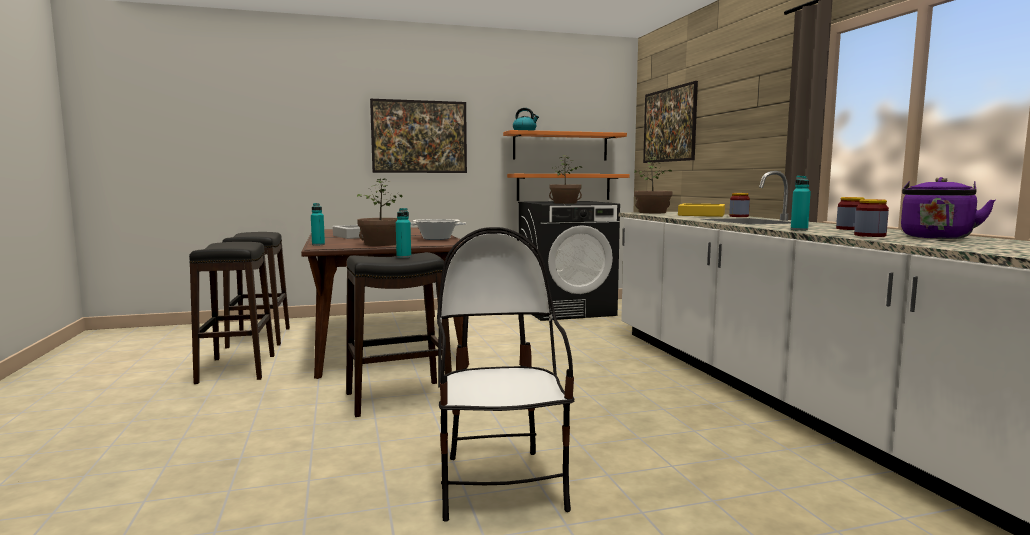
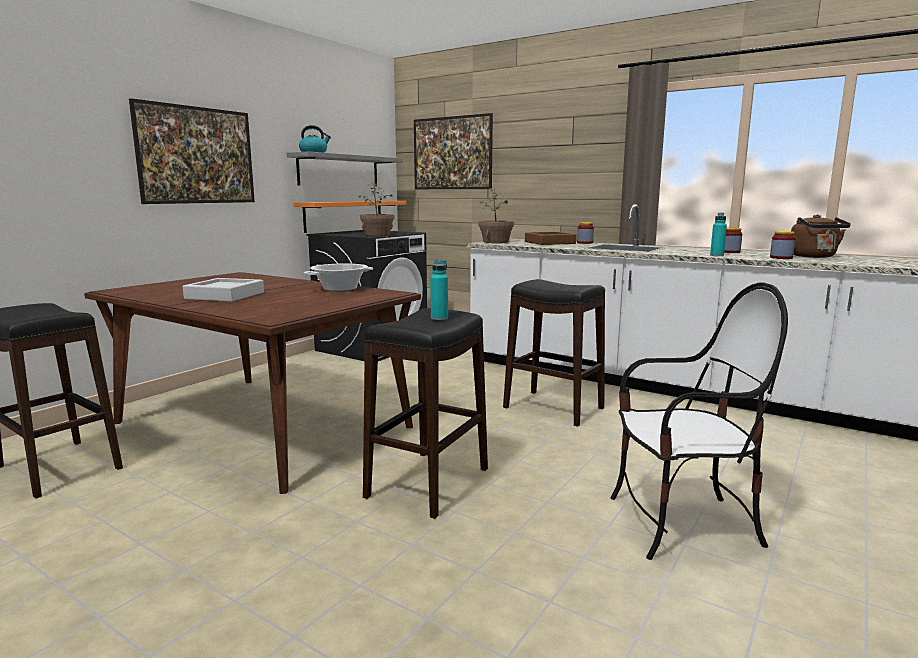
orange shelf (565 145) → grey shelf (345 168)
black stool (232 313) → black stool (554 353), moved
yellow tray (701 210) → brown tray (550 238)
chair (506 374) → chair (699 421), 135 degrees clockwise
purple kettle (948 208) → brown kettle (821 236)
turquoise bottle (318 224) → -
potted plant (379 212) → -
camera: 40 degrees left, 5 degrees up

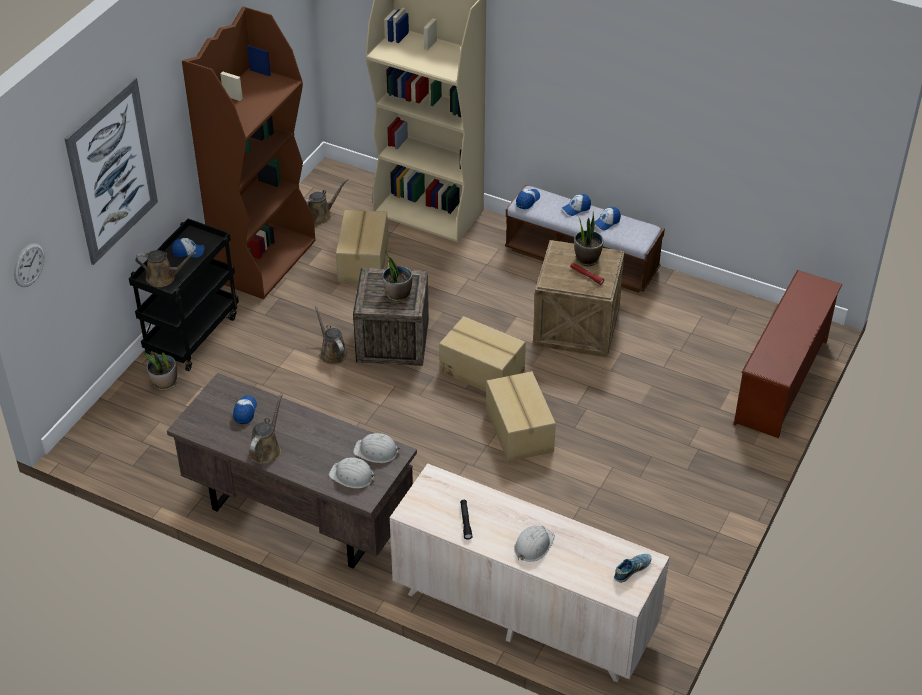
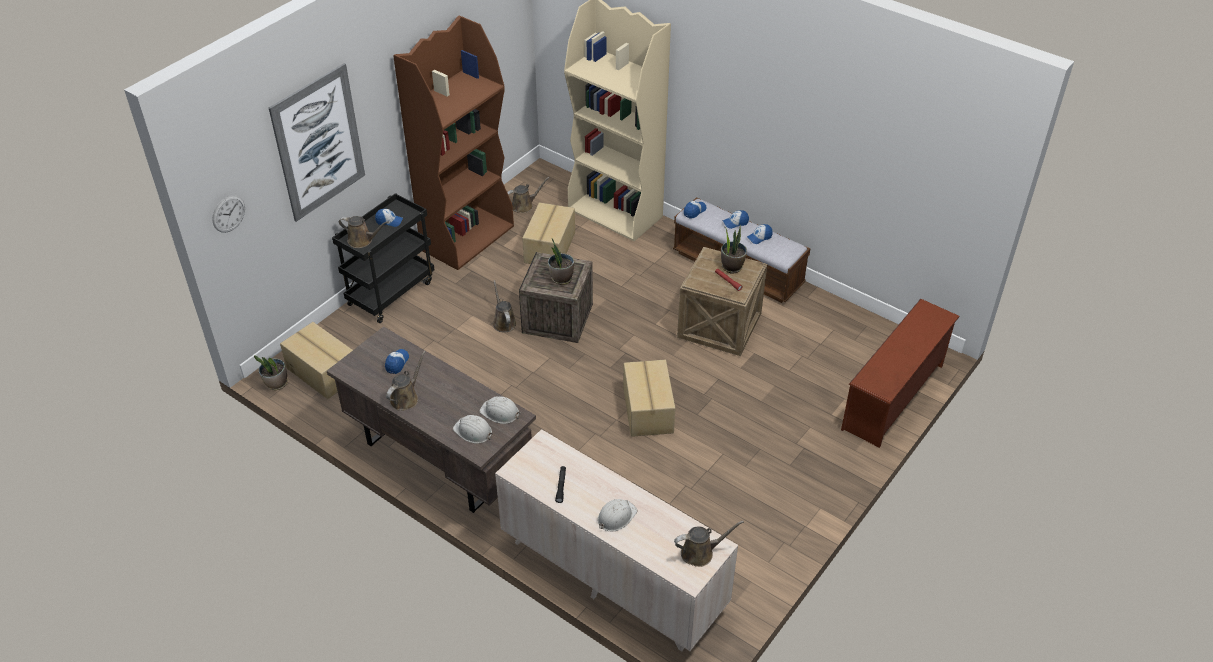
potted plant (160 371) → potted plant (271 372), moved
cardboard box (482 354) → cardboard box (316 360), moved
shoe (632 568) → brown watering can (709 544)
camera: 10 degrees right, 0 degrees up

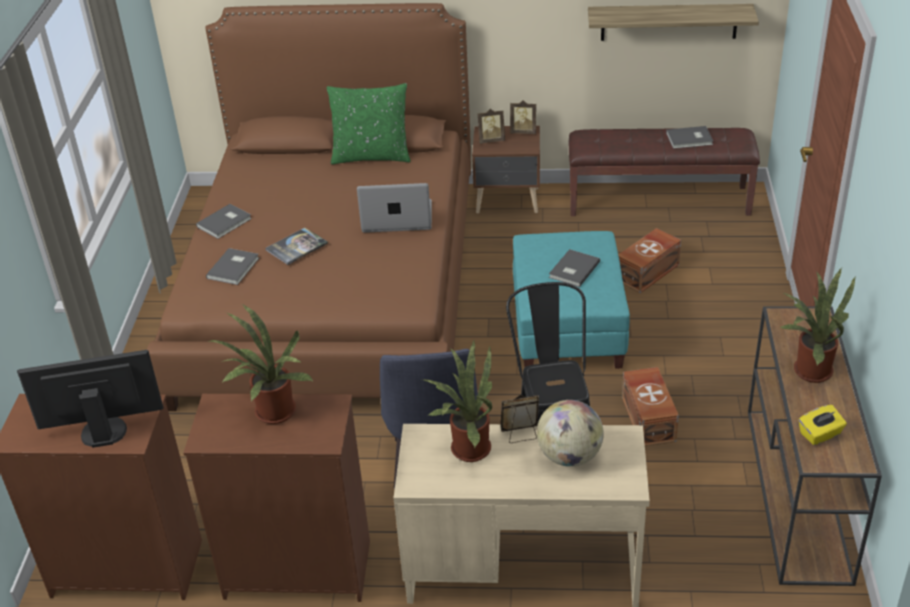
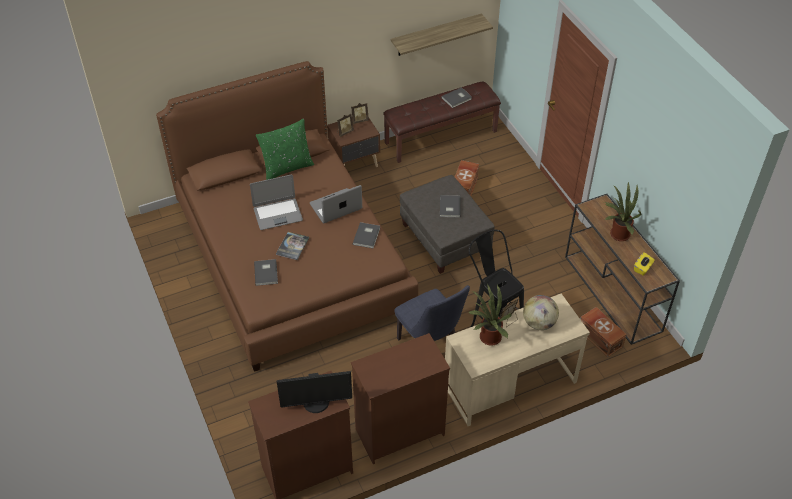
- → laptop (276 202)
monitor (90 399) → monitor (314 392), 150 degrees counterclockwise
grey book (224 221) → grey book (366 235), moved
turquoise ottoman (571 300) → grey ottoman (447 224)
brown storage box (650 406) → brown storage box (603 332), moved
potted plant (261 364) → -
camera: 30 degrees left, 10 degrees up

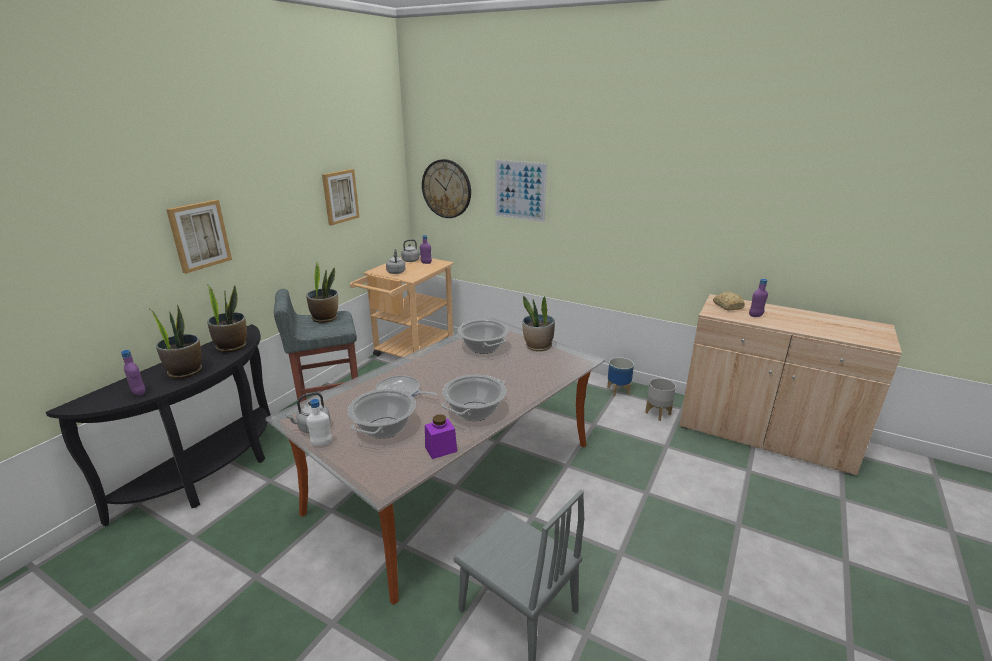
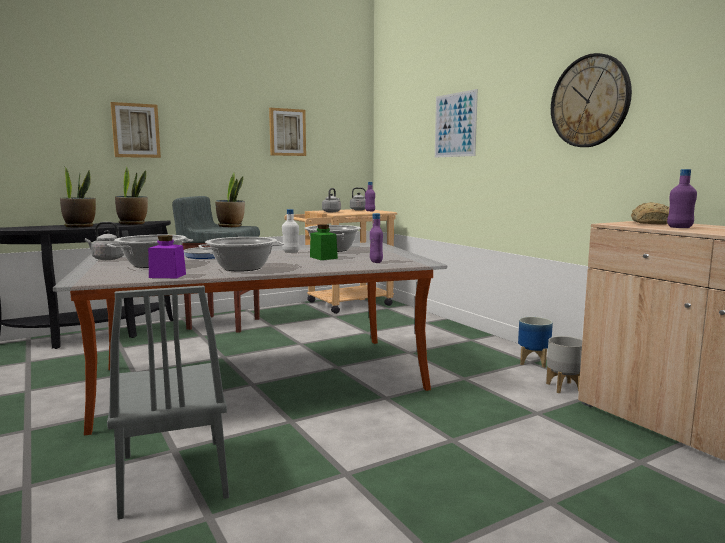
white bottle (319 423) → white bottle (290 231), moved
- → green jar (324 242)
purple bottle (133 373) → purple bottle (376 238), moved
wall clock (446 188) → wall clock (591 100), moved
potted plant (538 323) → -
camera: 30 degrees right, 15 degrees down

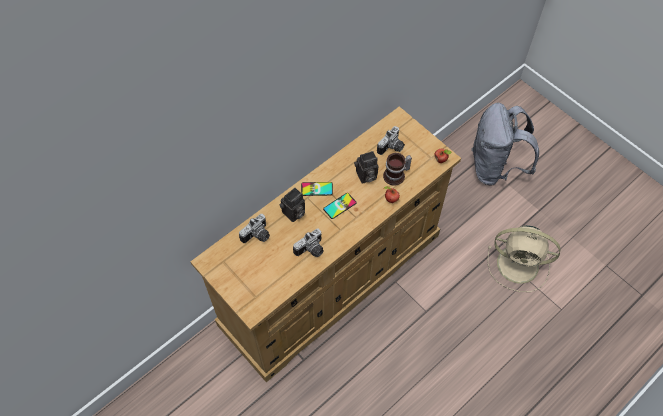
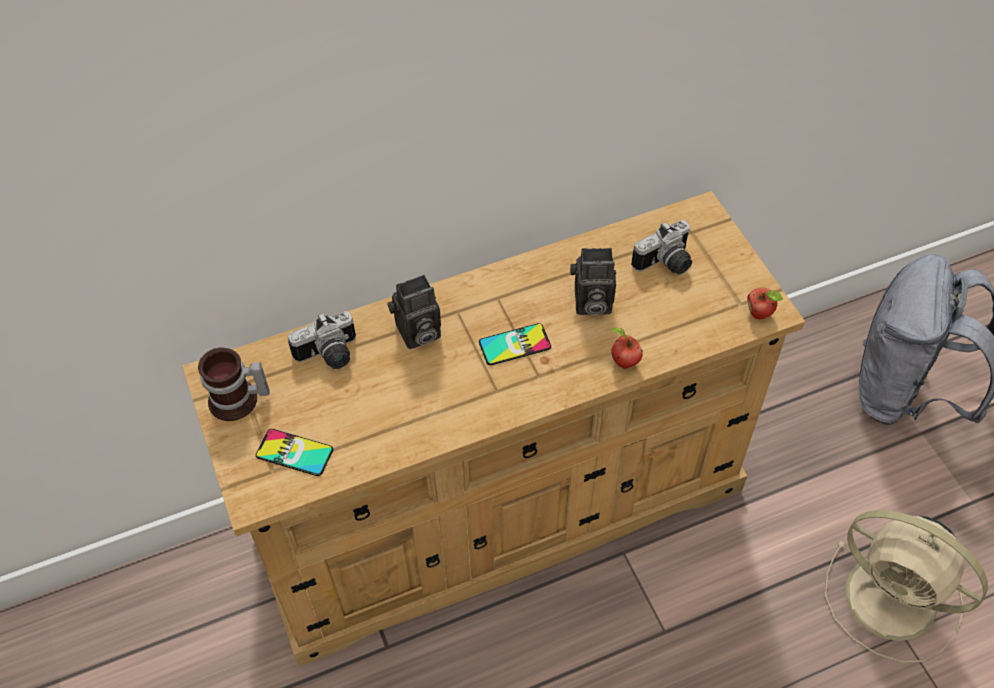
mug (397 169) → mug (234 384), moved
phone (317 189) → phone (294 452), moved
photo camera (308 242) → -
camera: 20 degrees right, 5 degrees down

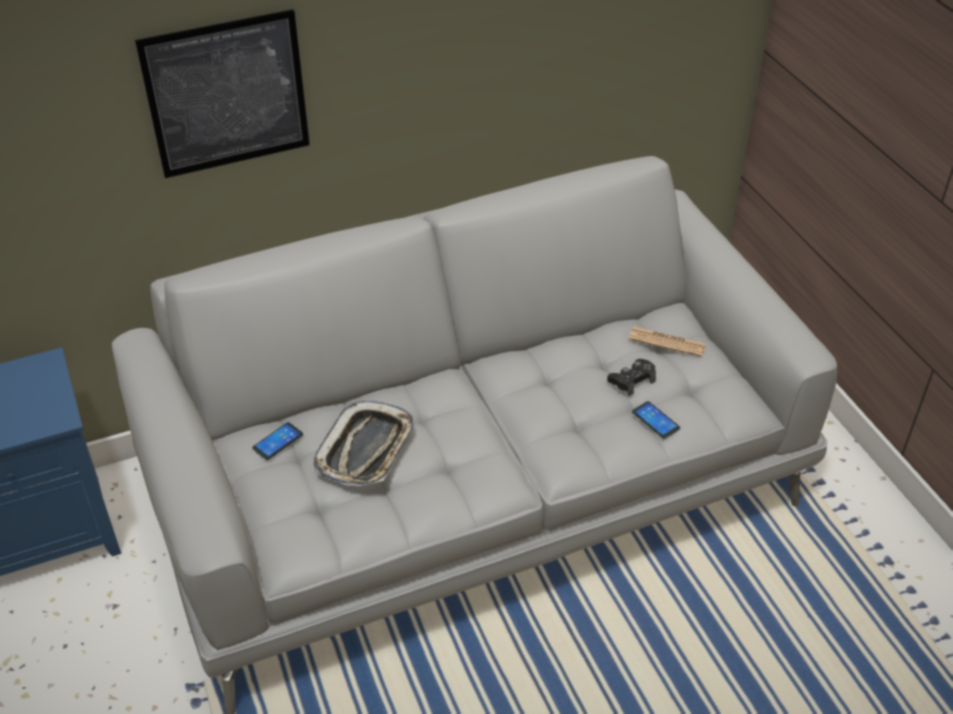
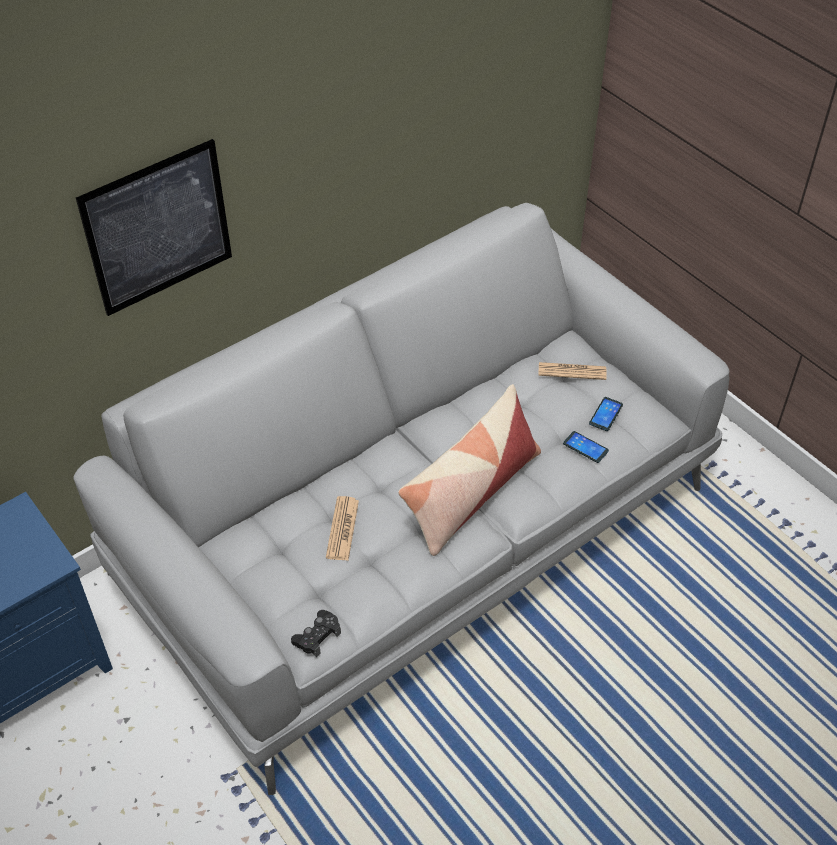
black game controller (631 377) → black game controller (316 633), moved
tray (364 443) → newspaper (342 528)
- → pillow (469 470)
phone (277 441) → phone (606 414), moved
camera: 15 degrees left, 5 degrees up

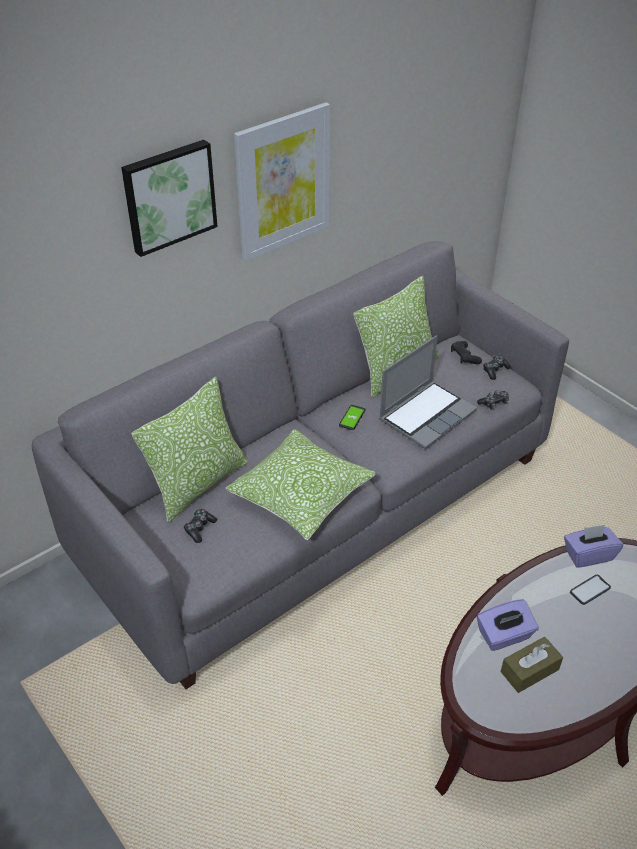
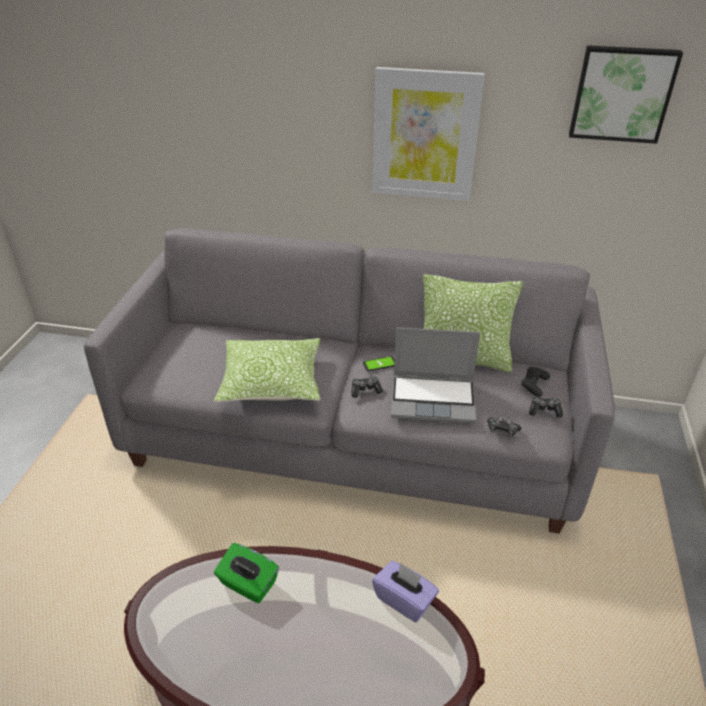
purple tissue box (507 625) → green tissue box (246 573)
game controller (200 526) → game controller (367 387), moved
picture (169 198) → picture (626 94), moved
pillow (189 450) → -
brown tissue box (532 665) → -
phone (590 590) → -
camera: 50 degrees right, 5 degrees down

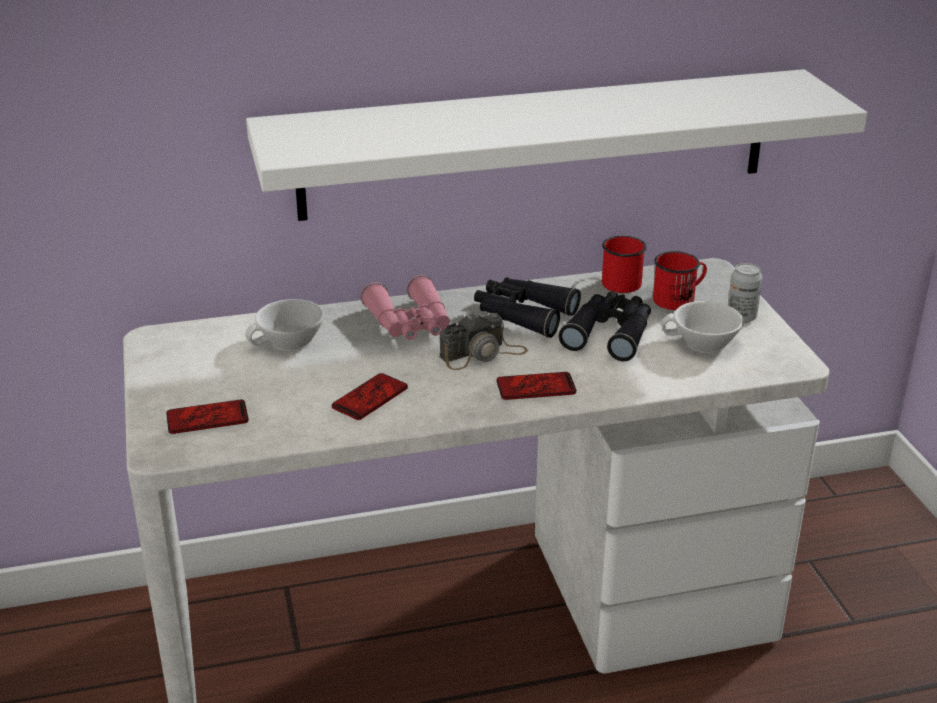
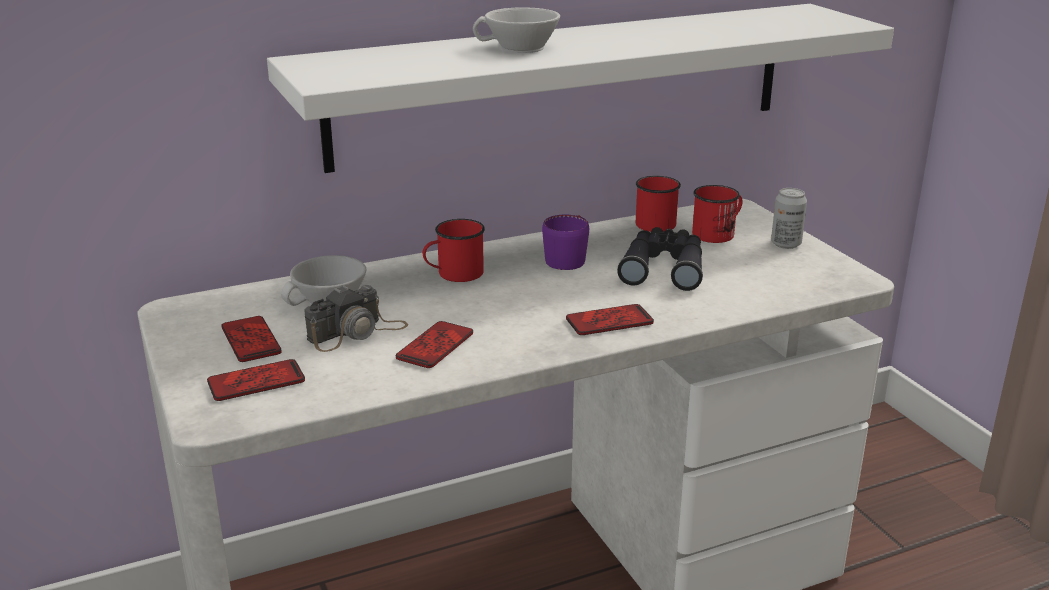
- → phone (251 339)
photo camera (484 341) → photo camera (356 318), moved
pink binoculars (405 307) → red mug (453 250)
white cup (703 327) → white cup (516 30), moved
black binoculars (527 307) → purple mug (565 242)
camera: 10 degrees left, 5 degrees down

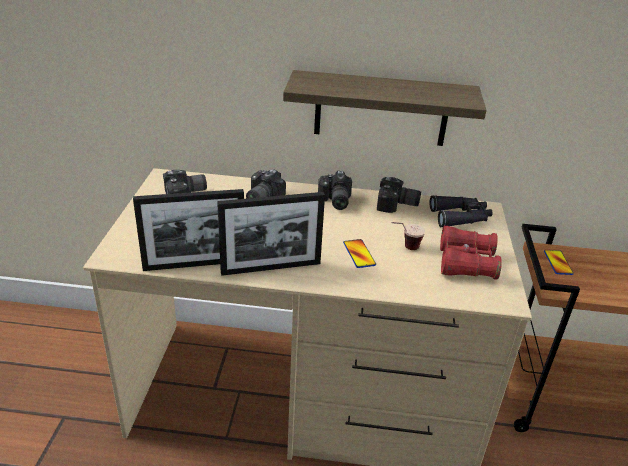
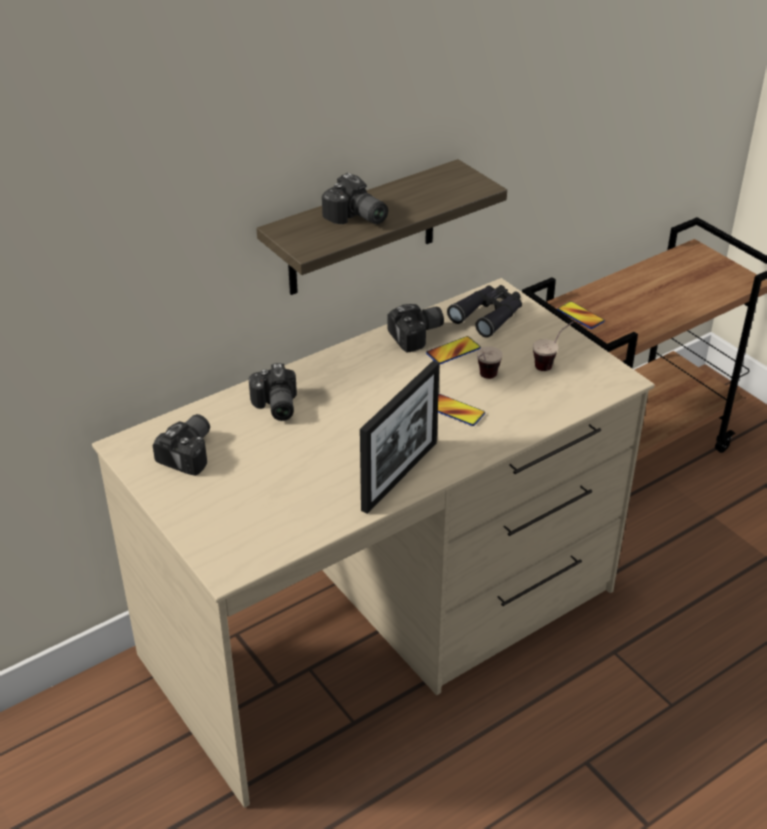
photo camera (335 190) → photo camera (355 198), moved
- → phone (453 350)
red binoculars (471 253) → cup (553 346)
picture frame (188 230) → -
camera: 40 degrees left, 5 degrees up

